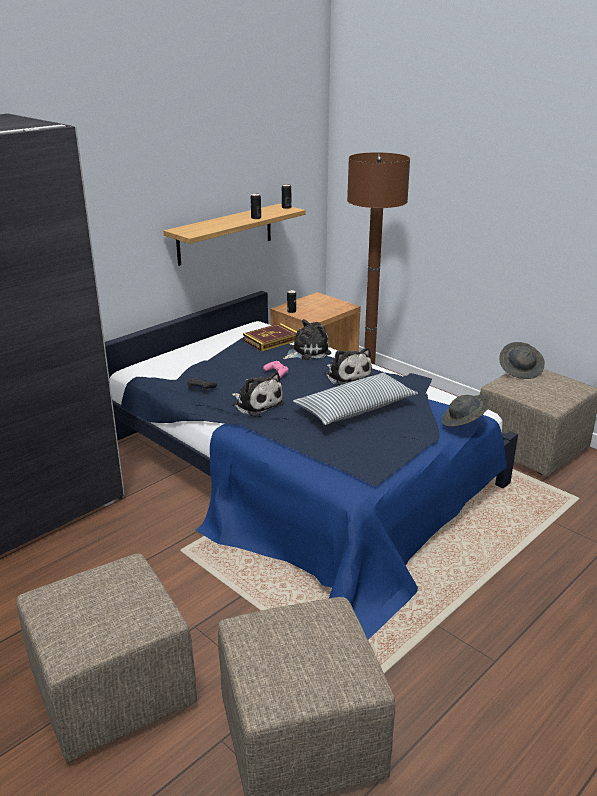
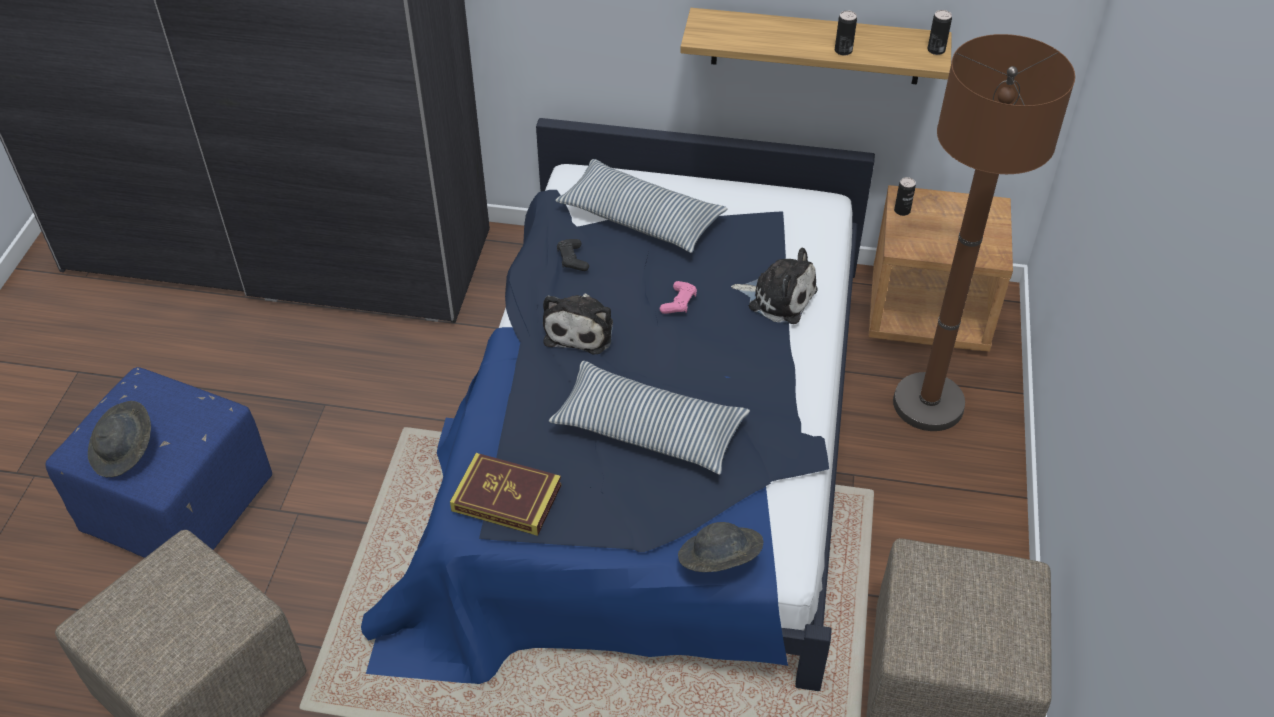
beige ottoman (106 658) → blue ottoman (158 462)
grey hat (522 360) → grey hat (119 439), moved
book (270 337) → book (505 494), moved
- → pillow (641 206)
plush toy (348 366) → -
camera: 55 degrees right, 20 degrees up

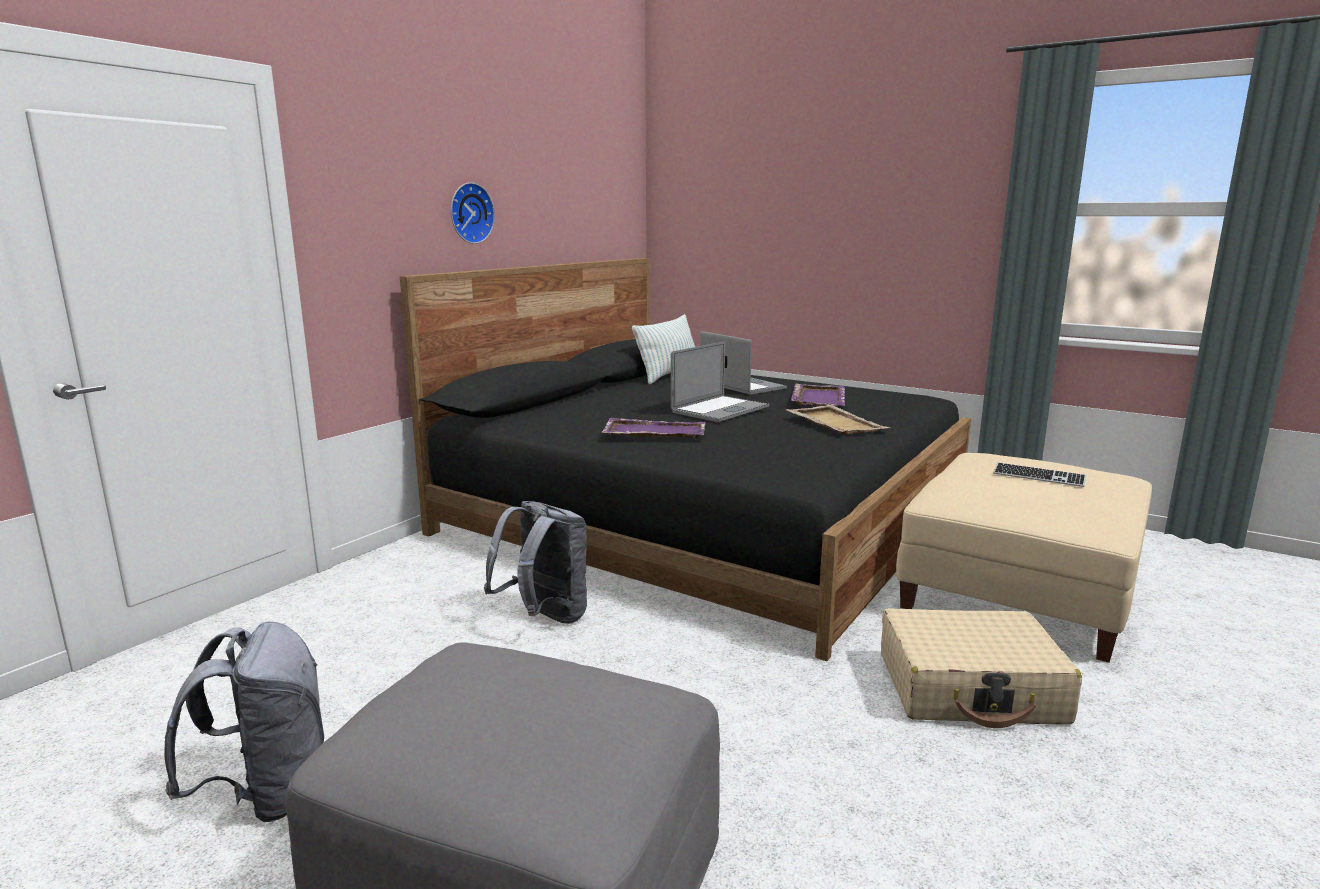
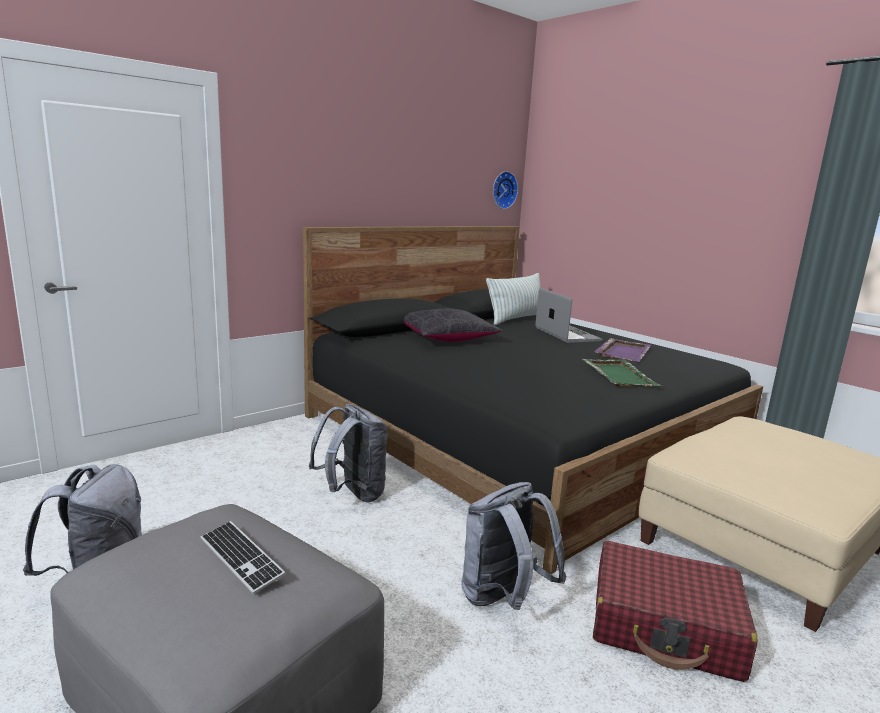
keyboard (1040 474) → keyboard (243 557), moved
- → black pillow (453 325)
- → grey backpack (514 546)
wall clock (473 213) → wall clock (505 190), moved
beige tray (838 420) → green tray (622 373)
beige suitcase (981 668) → red suitcase (675 611)
purple tray (653 428) → -
laptop (720 382) → -
camera: 15 degrees right, 0 degrees up

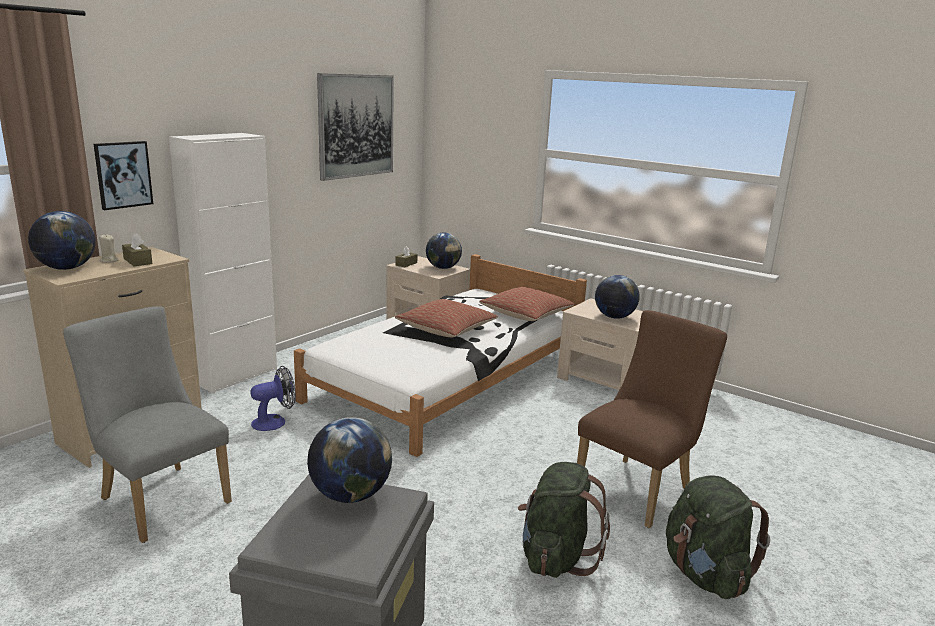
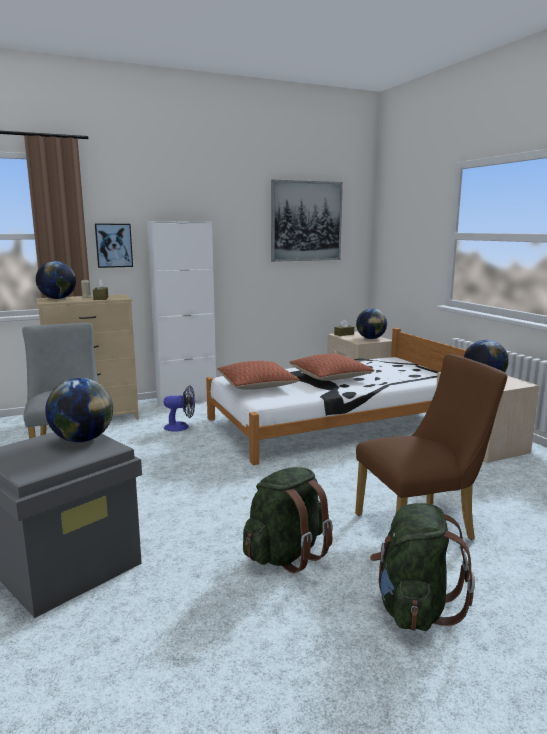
pillow (527 304) → pillow (258 375), moved
camera: 30 degrees right, 5 degrees down

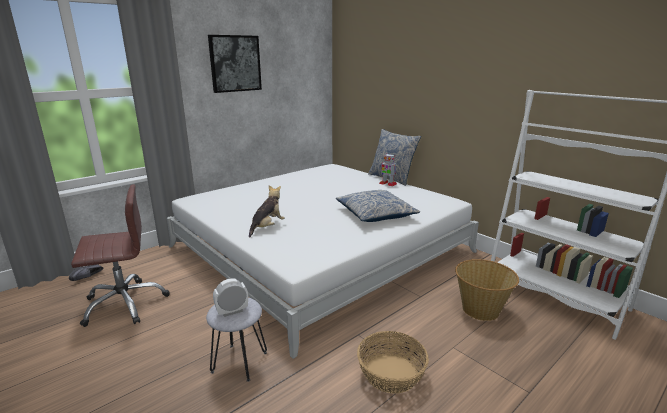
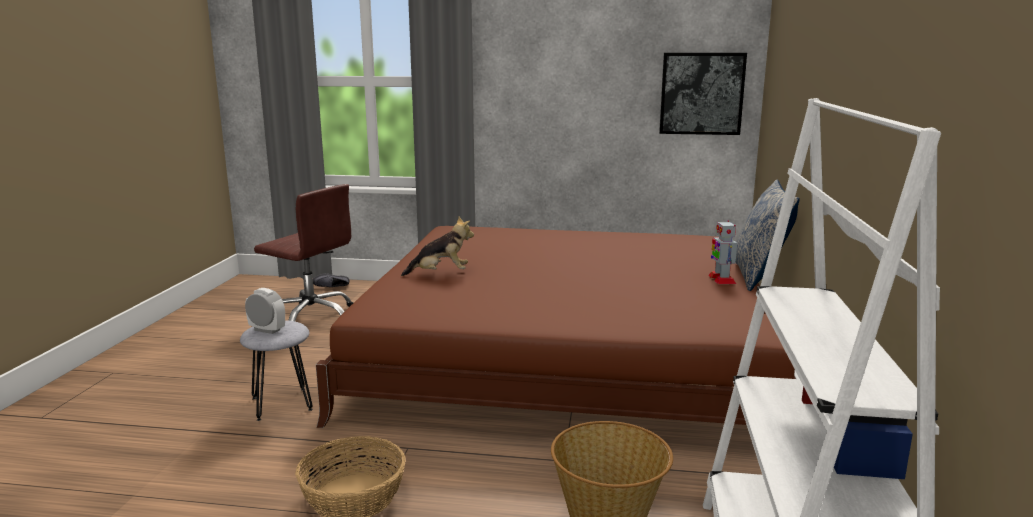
white bed (323 261) → brown bed (556 327)
picture (235 64) → picture (703 94), moved
pillow (378 206) → -
camera: 50 degrees right, 5 degrees down

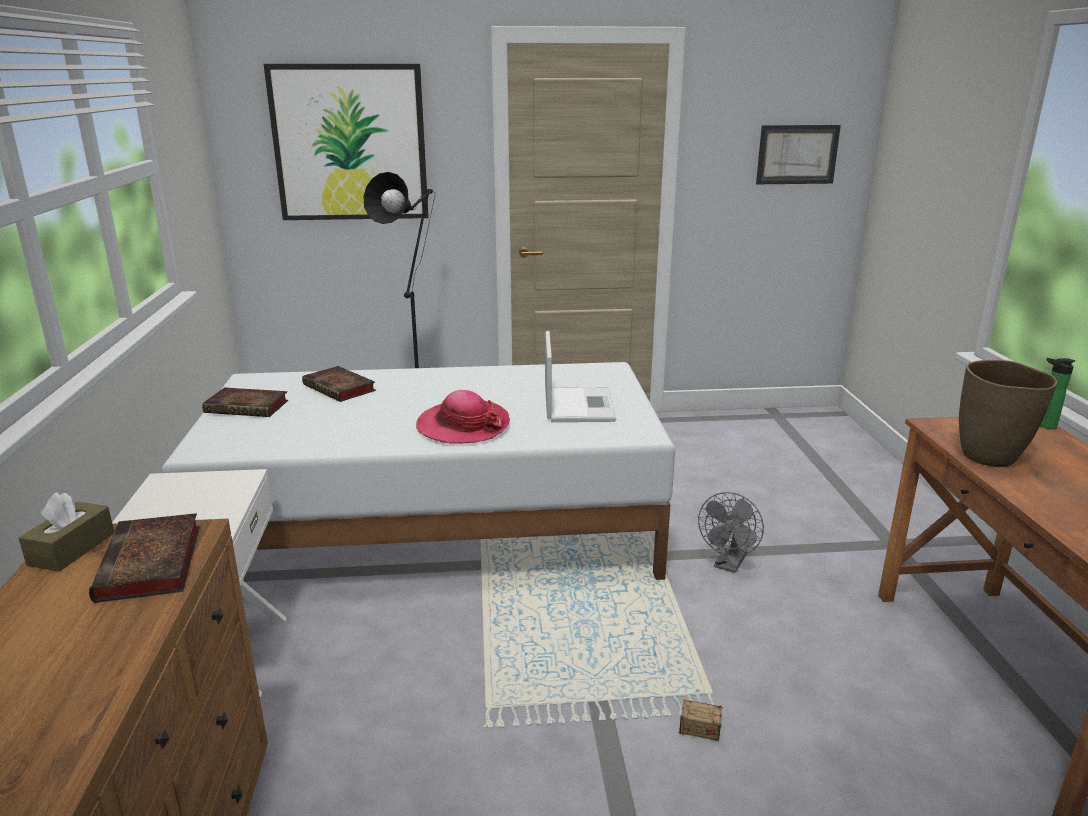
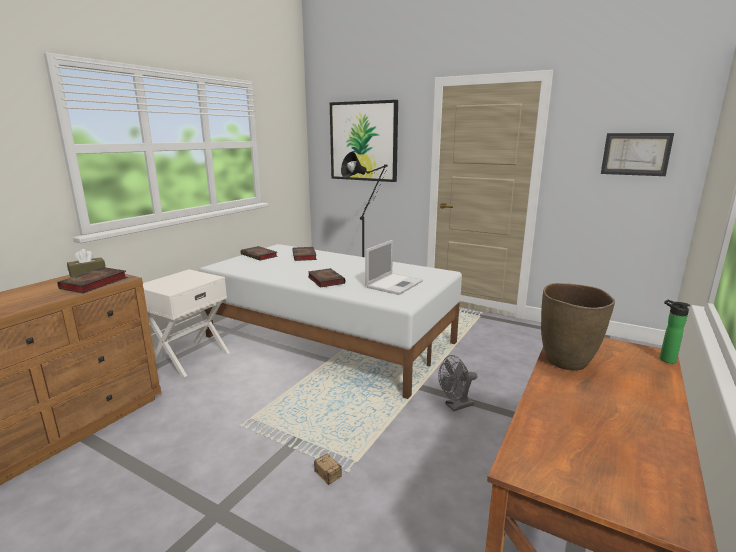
hat (463 417) → book (326 278)
camera: 35 degrees right, 5 degrees down

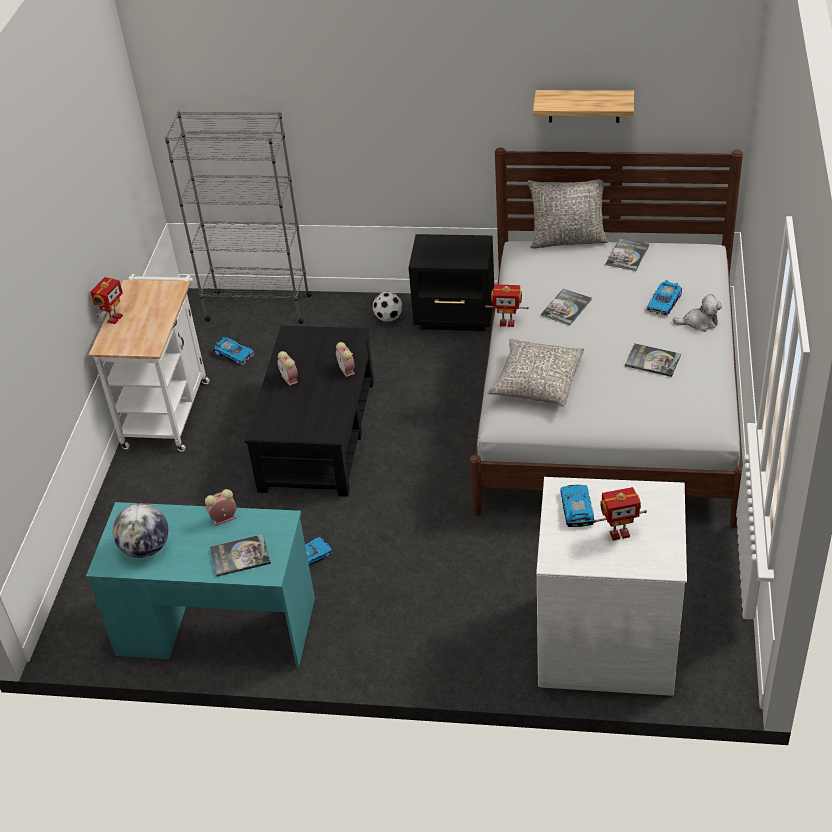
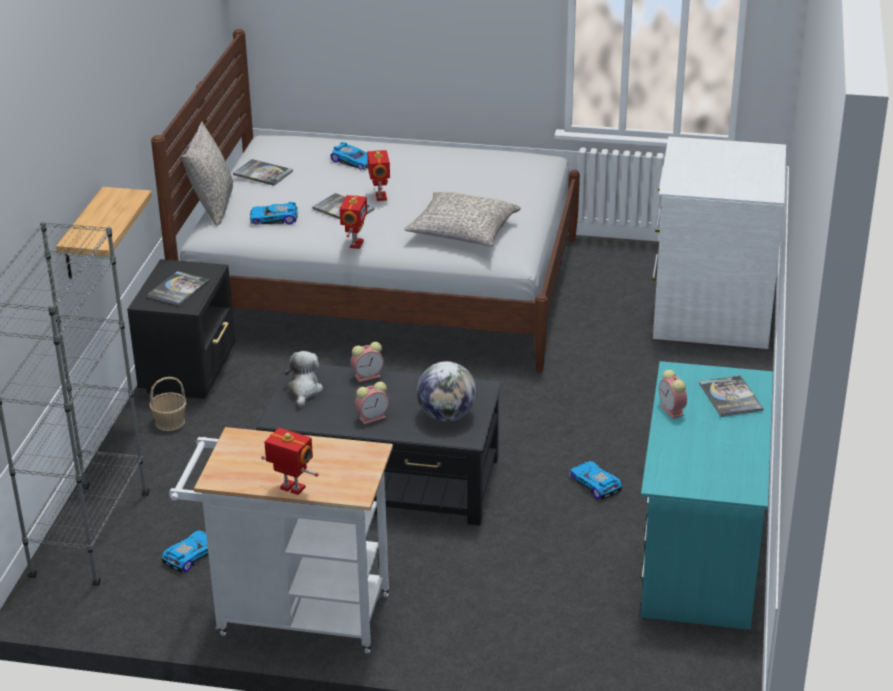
shelf (583 106) → shelf (104 233), moved
book (653 360) → book (178 288), moved
football (387 307) → basket (168 404)
toy car (577 505) → toy car (274 213), moved
plush toy (697 313) → plush toy (303 379), moved
toy robot (620 513) → toy robot (378 175), moved
globe (140 530) → globe (447 391), moved
camera: 90 degrees left, 10 degrees down

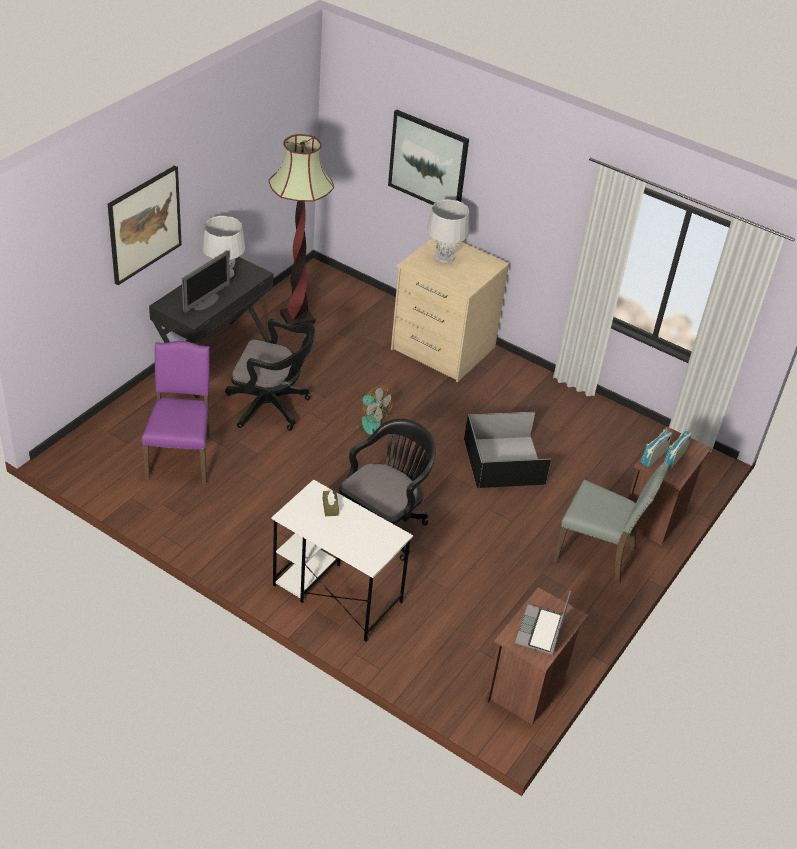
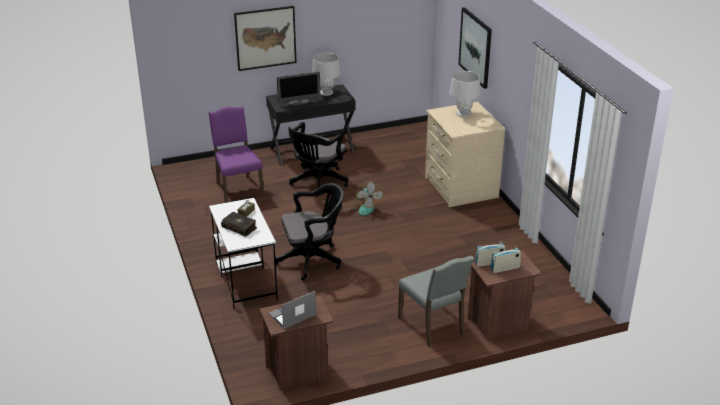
purple chair (176 413) → purple chair (236 154), 60 degrees counterclockwise
- → book (239 224)
black office chair (270 375) → black office chair (318 159), 75 degrees clockwise
floor lamp (301 229) → -
black storage box (507 449) → -
camera: 40 degrees right, 10 degrees down

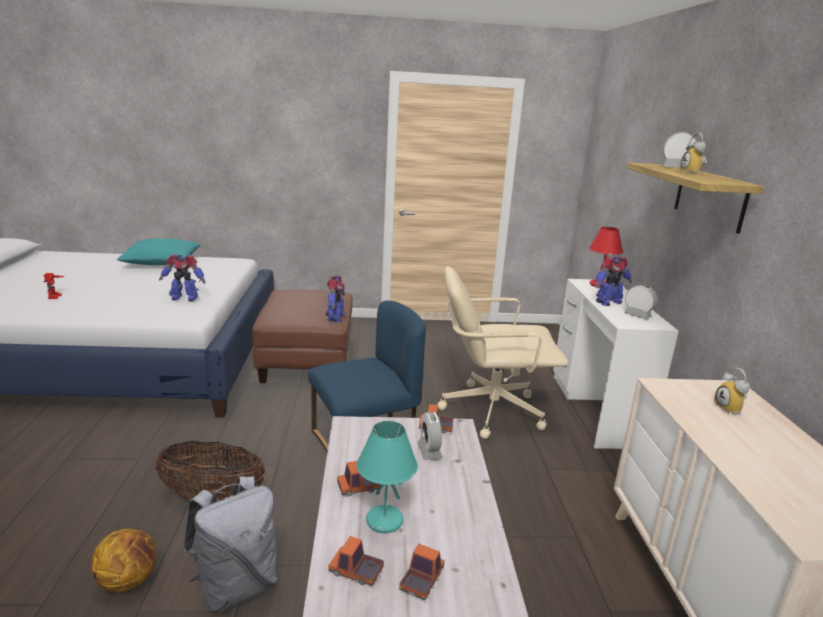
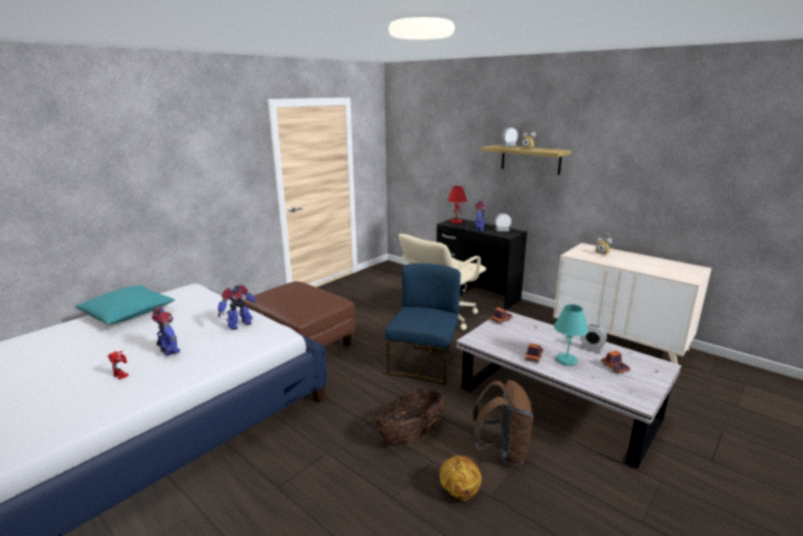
toy robot (335 299) → toy robot (166 331), moved
white desk (615 364) → black desk (482 264)
grey backpack (230 544) → brown backpack (503 423)
alarm clock (430 436) → alarm clock (593 338), moved
toy truck (356 561) → -
camera: 45 degrees left, 0 degrees up

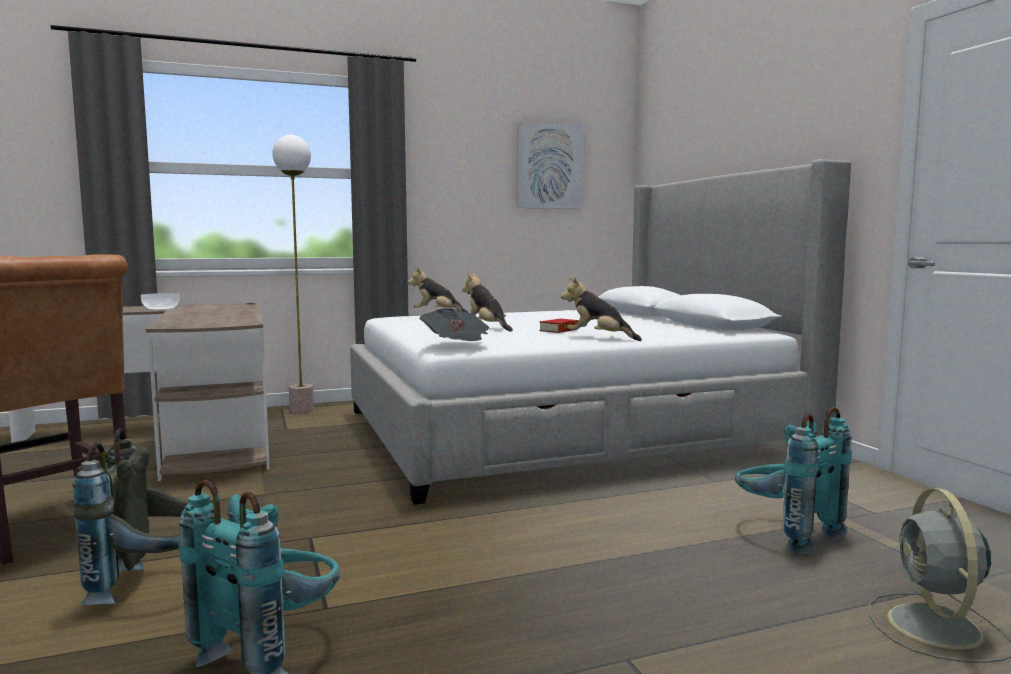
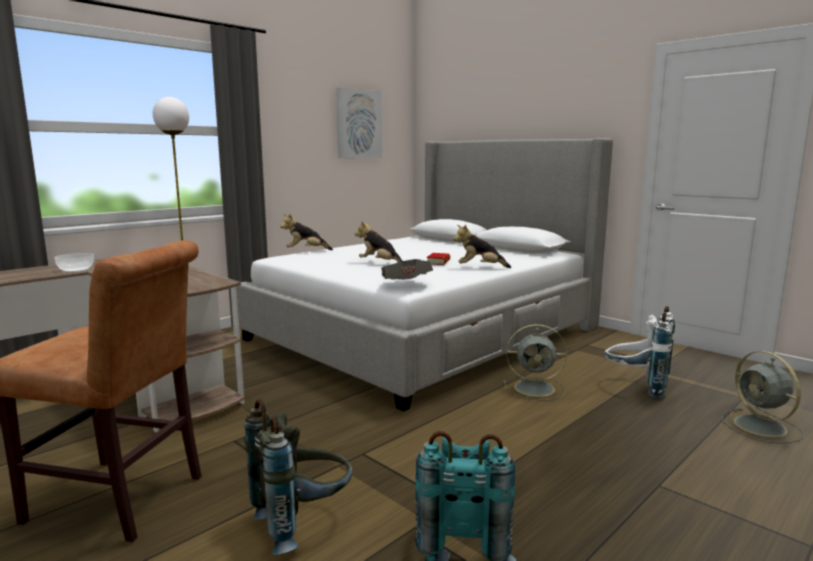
- → grey fan (535 362)
turquoise backpack (793 481) → white backpack (639 352)
camera: 25 degrees left, 5 degrees up

